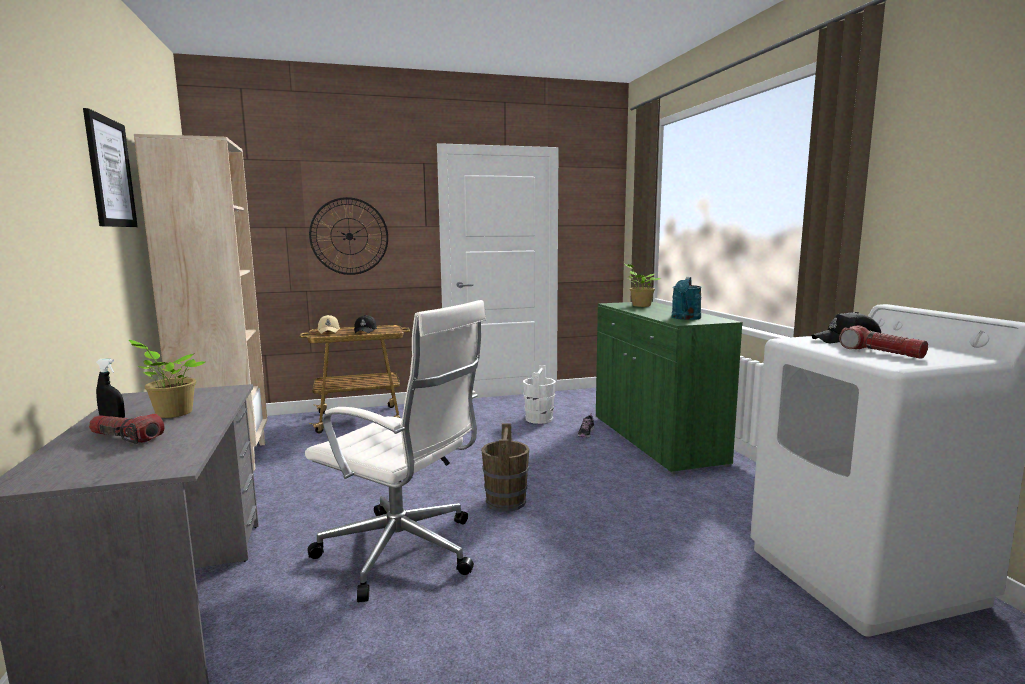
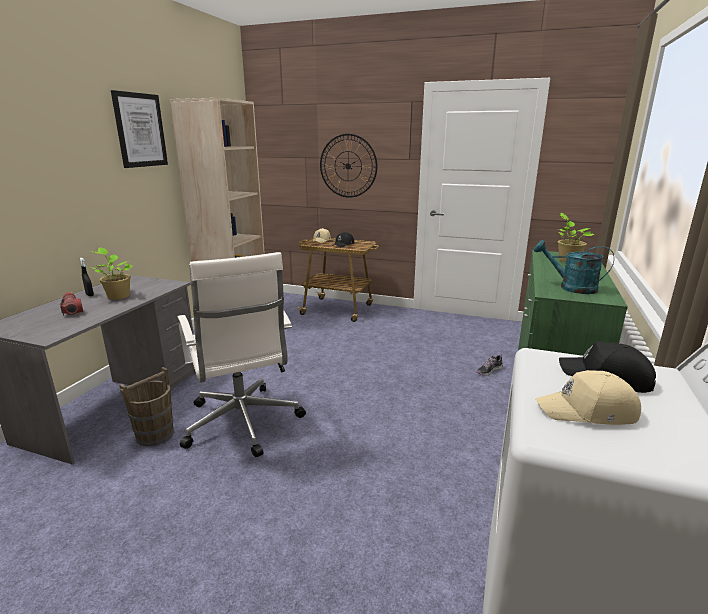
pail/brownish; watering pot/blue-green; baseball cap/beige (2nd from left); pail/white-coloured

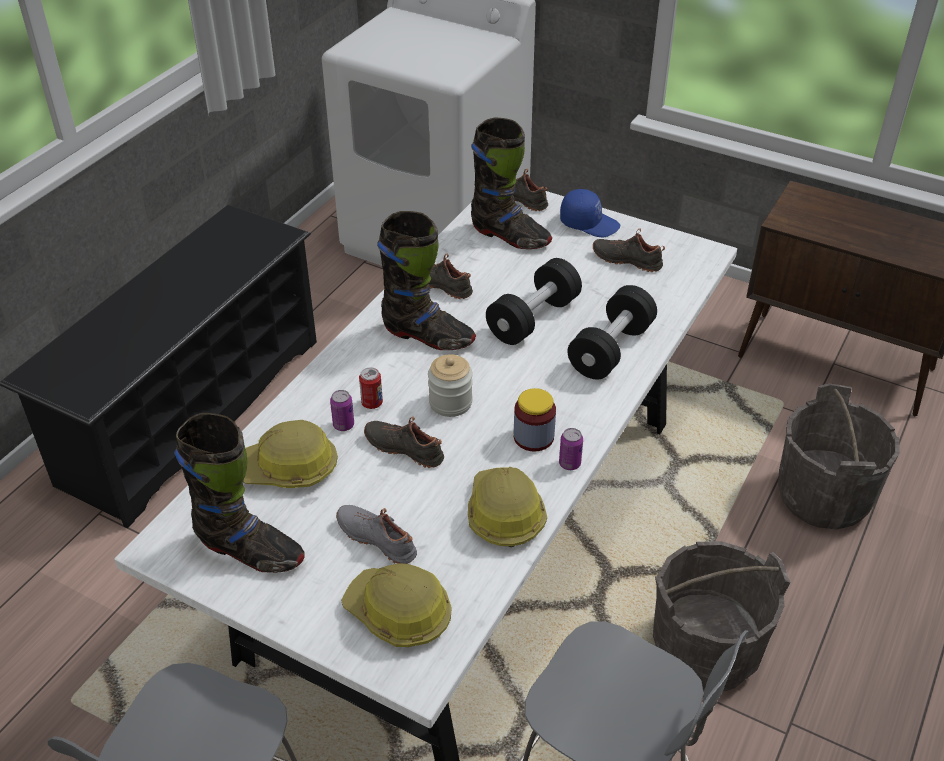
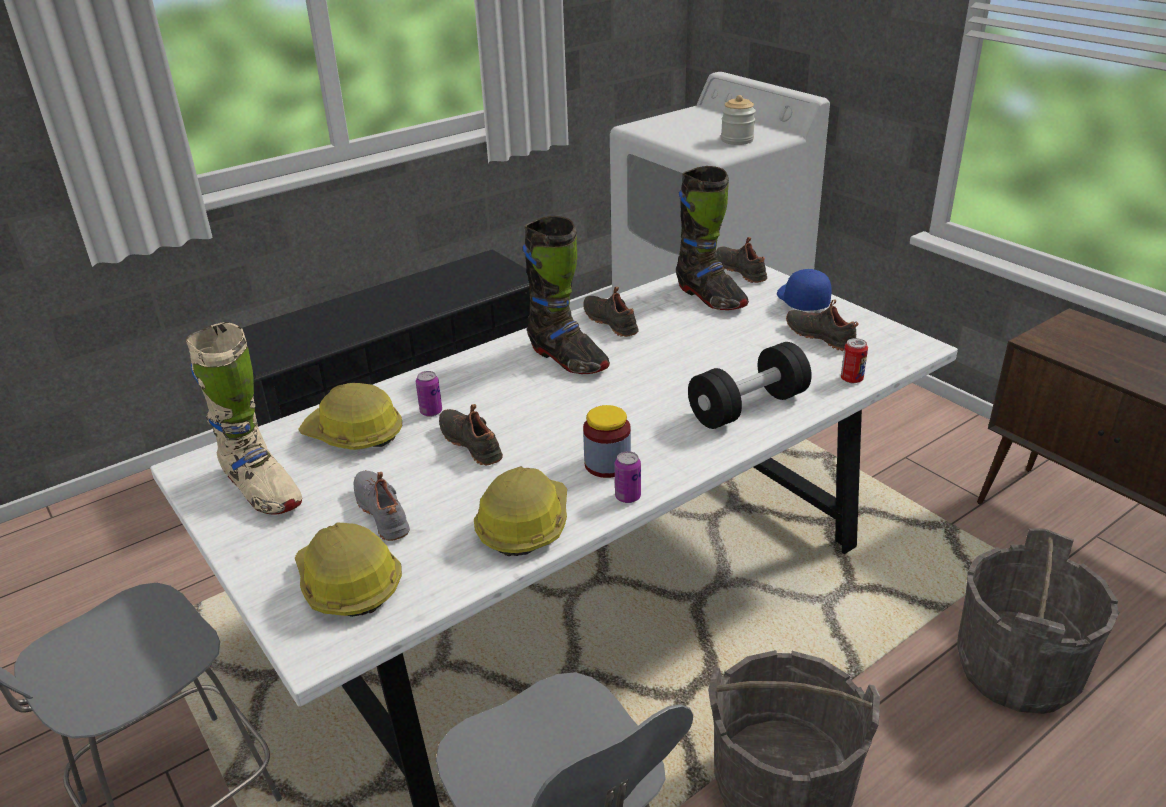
tall boot/beige; storage jar (2nd from left); baseball cap/blue-coloured; metal can (3rd from left); free weight/black-coloured (1st from left in the first image)

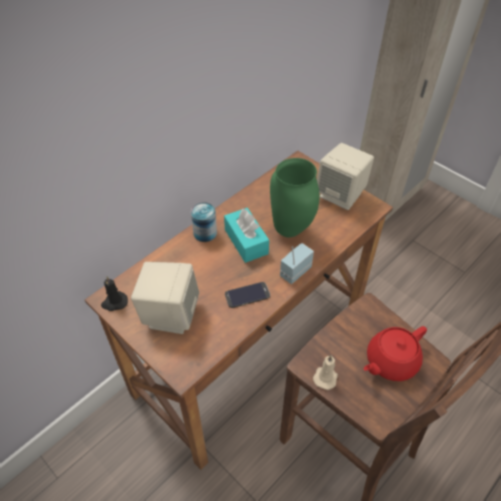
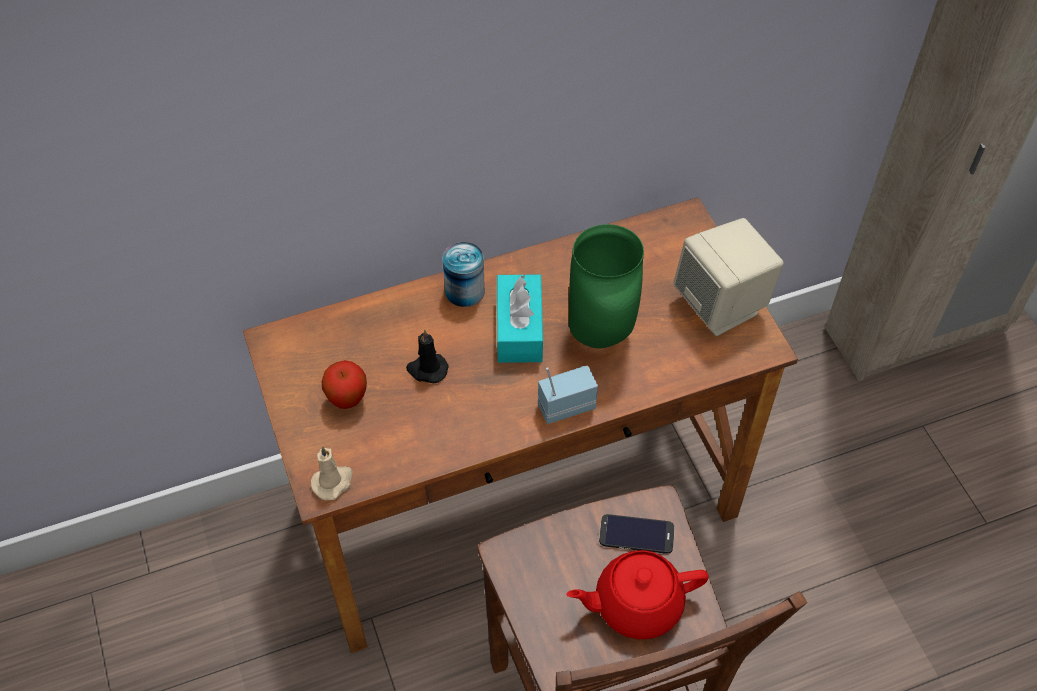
candle/beige; apple fruit; candle/black-coloured; handset

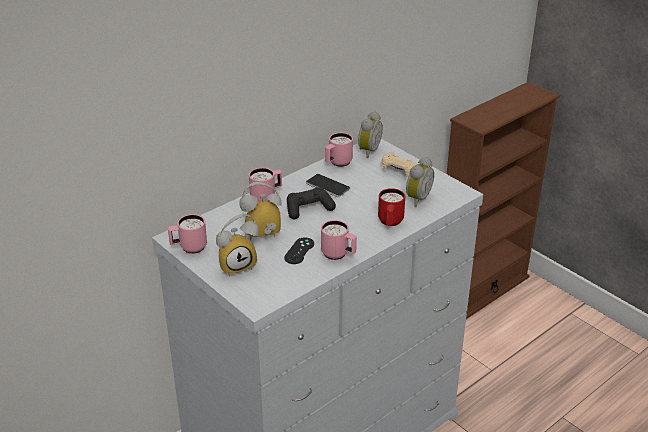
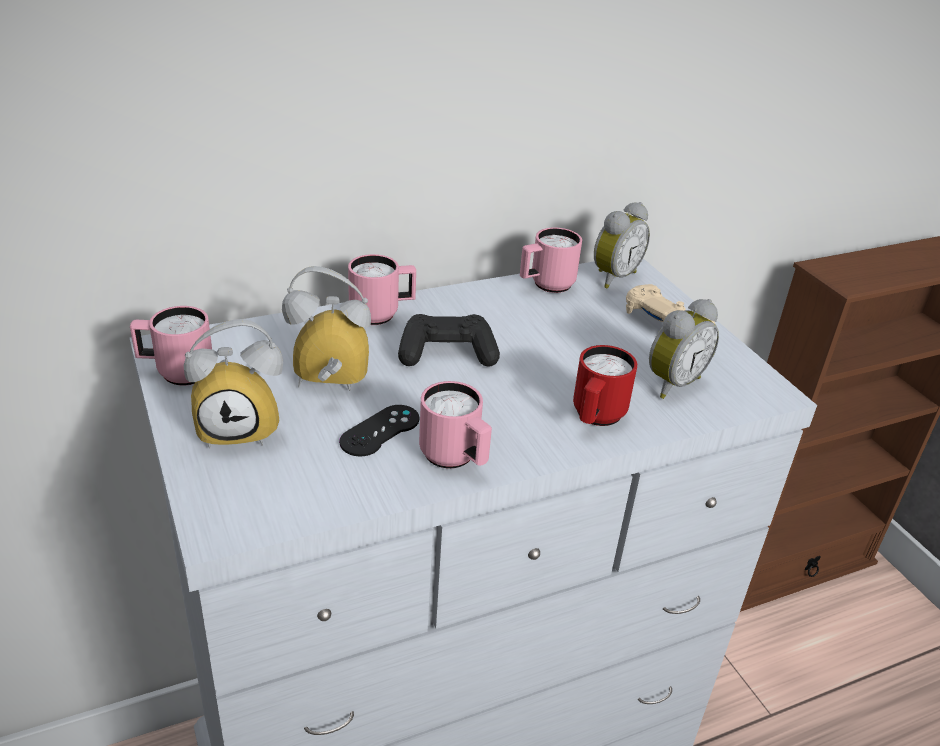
handset

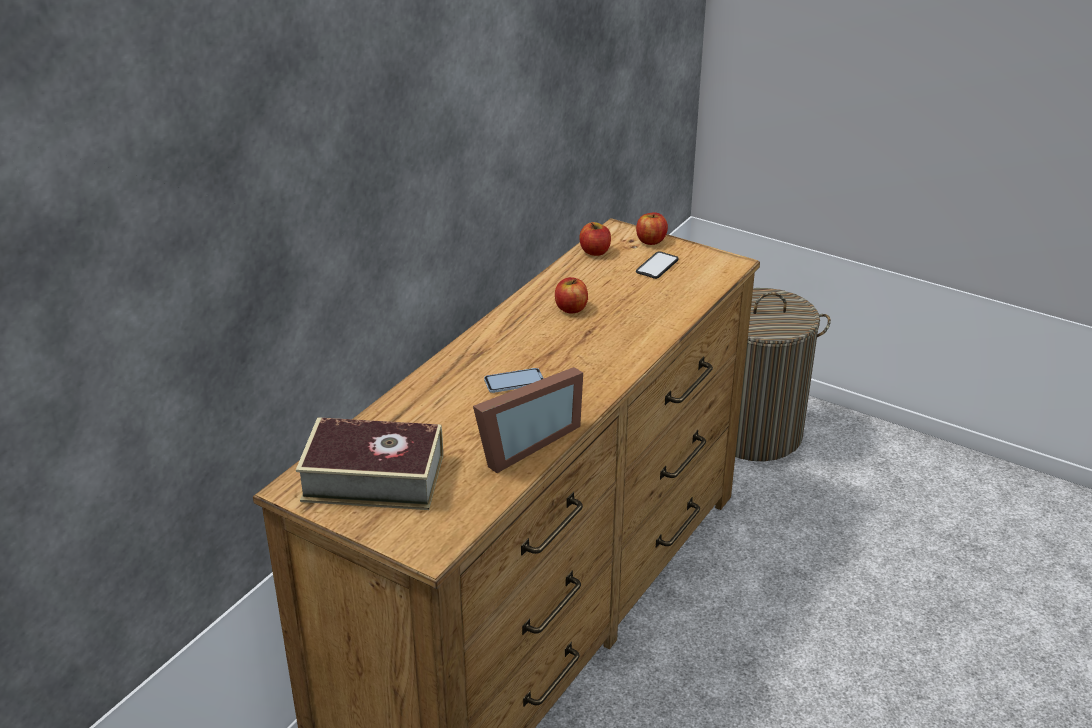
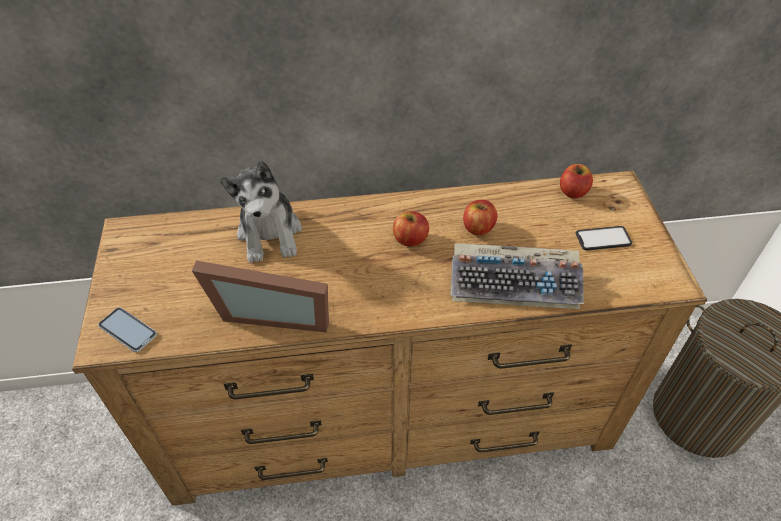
handset (1st from left); soft toy; apple fruit (1st from left); computer keyboard; bound book

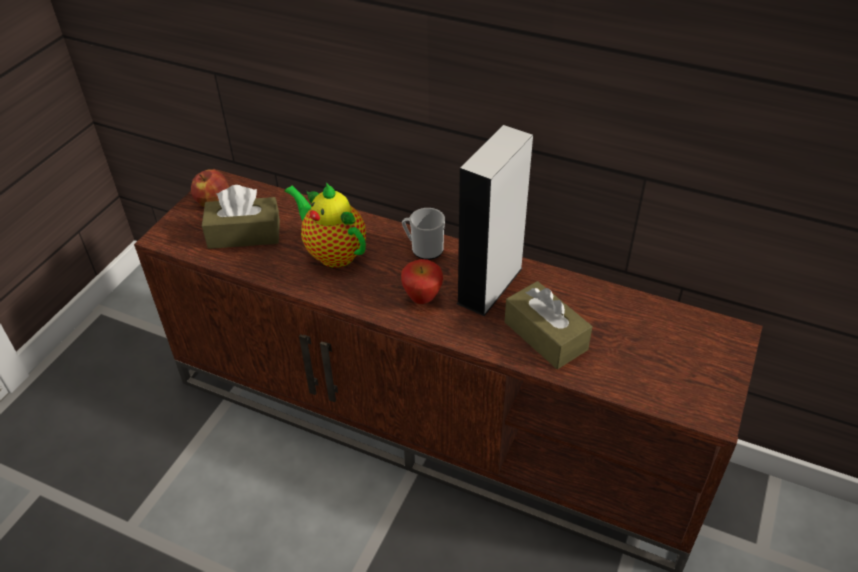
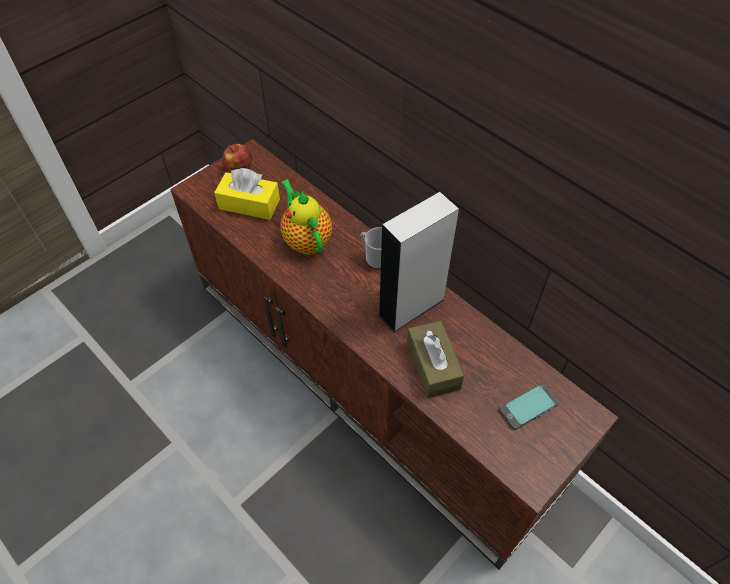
box of tissues/yellow; handset; apple fruit (2nd from left in the first image)

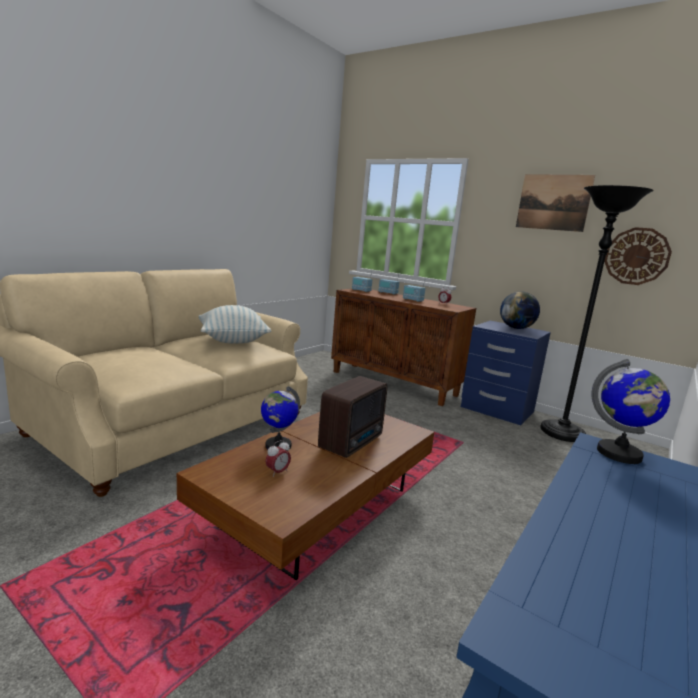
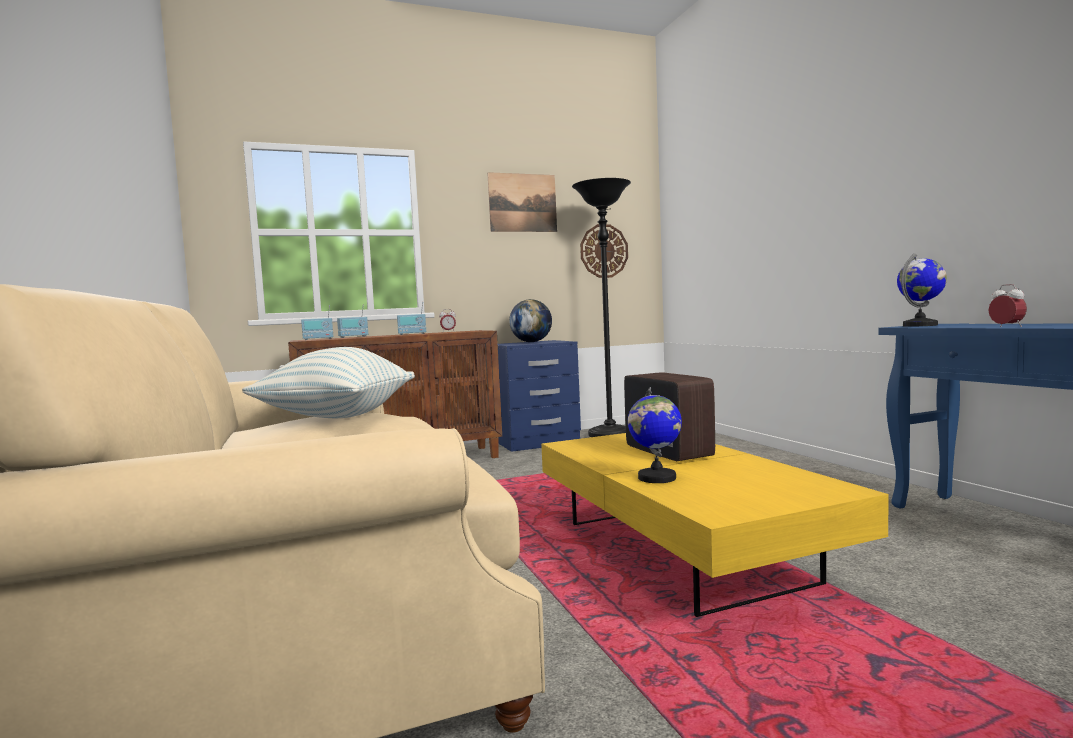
low table/yellow; bedside clock (2nd from left)

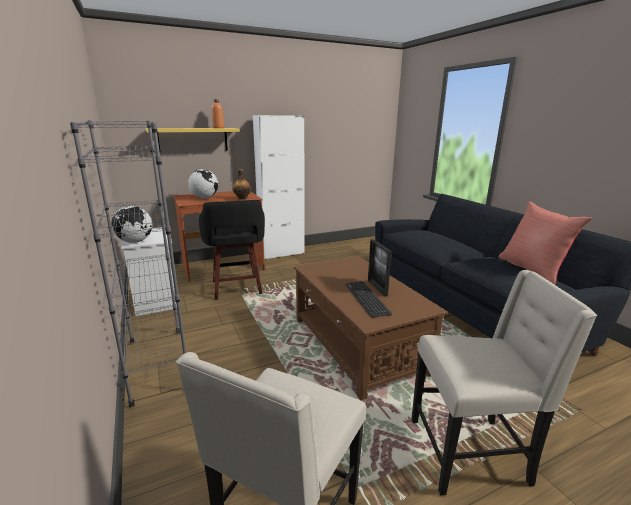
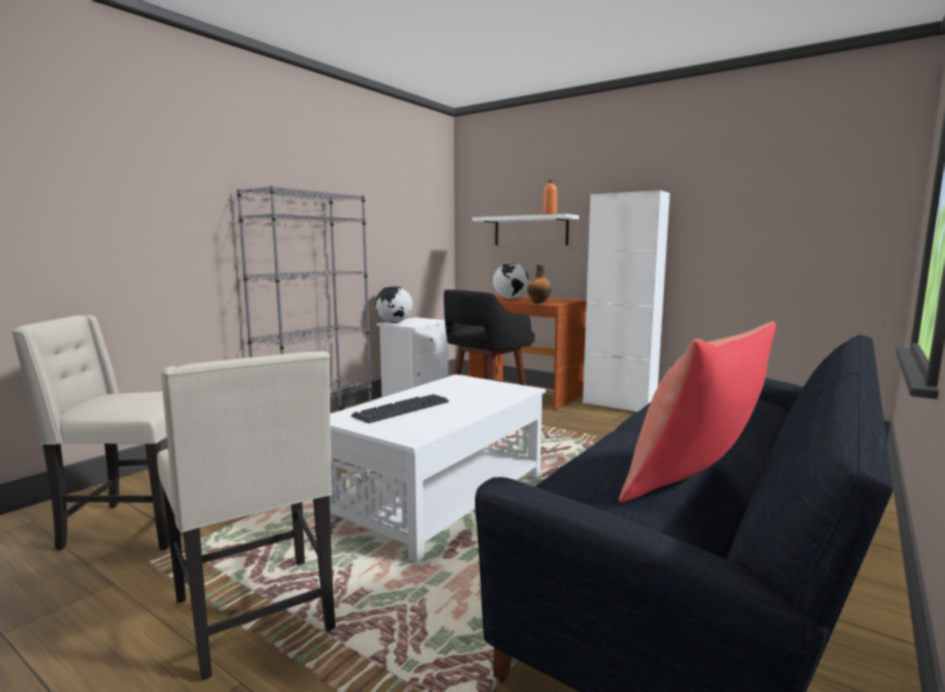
low table/white-coloured; bracket shelf/white-coloured; photo frame

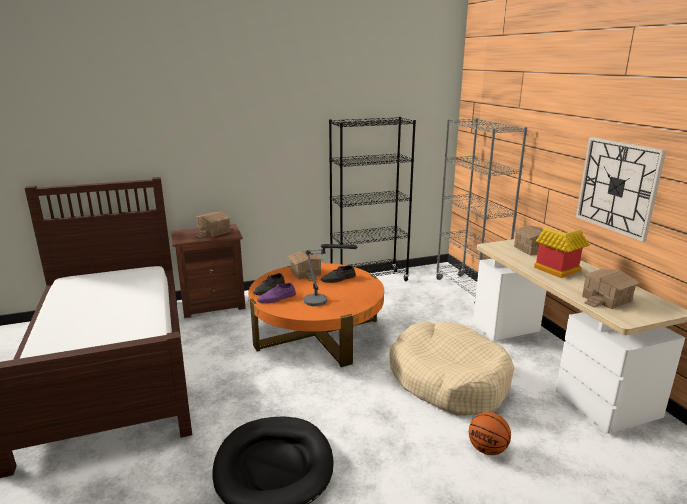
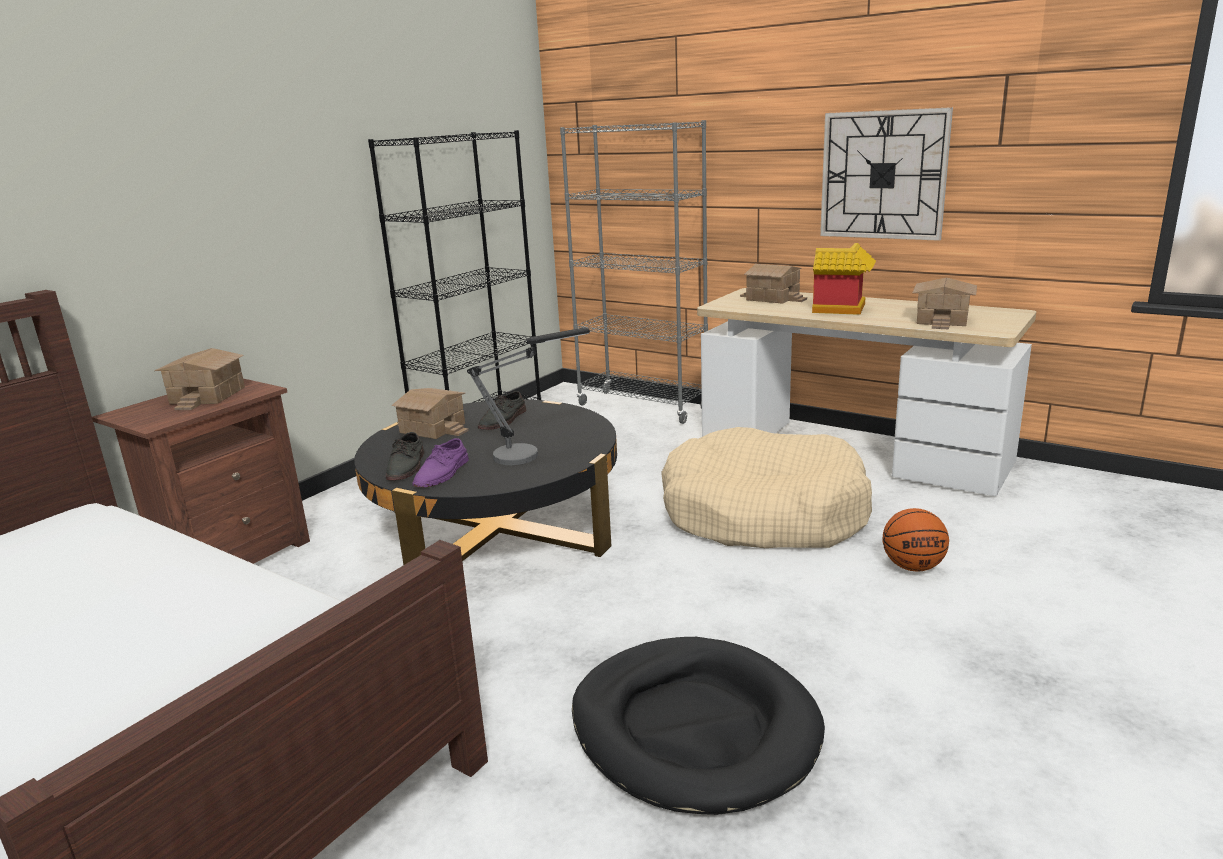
low table/black-coloured

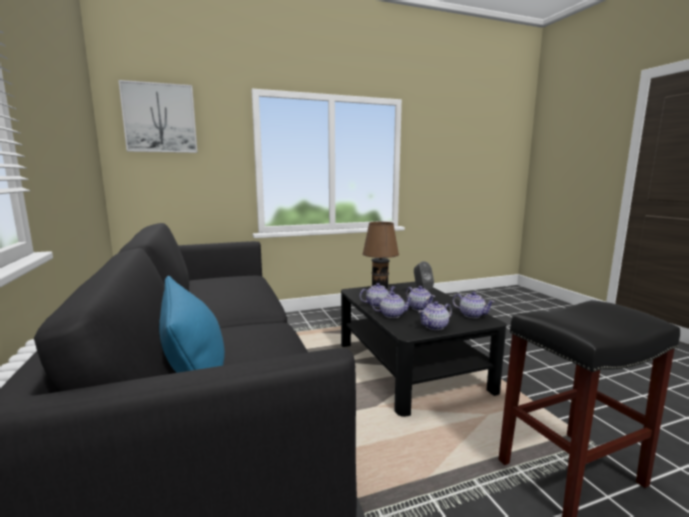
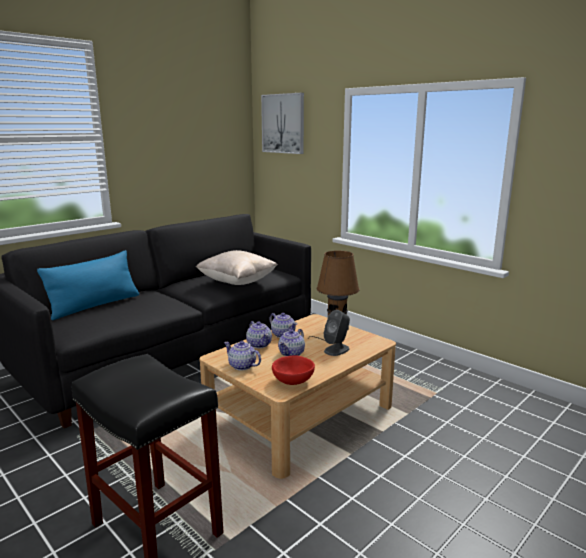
throw pillow/beige; low table/beige; deep dish/red

